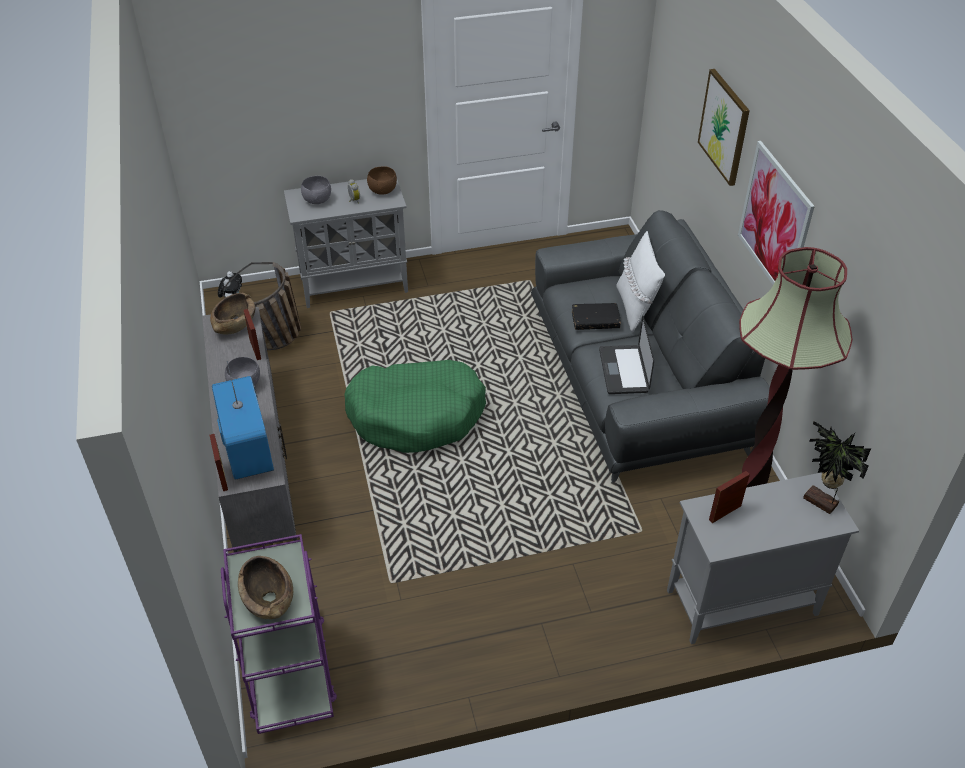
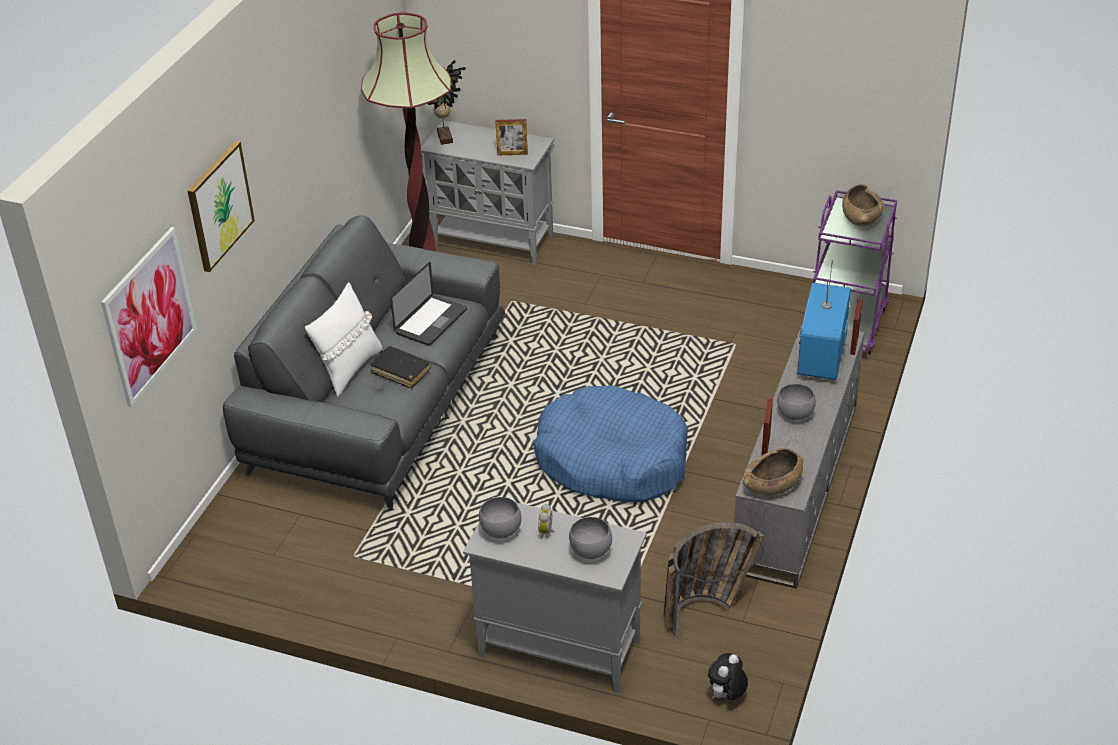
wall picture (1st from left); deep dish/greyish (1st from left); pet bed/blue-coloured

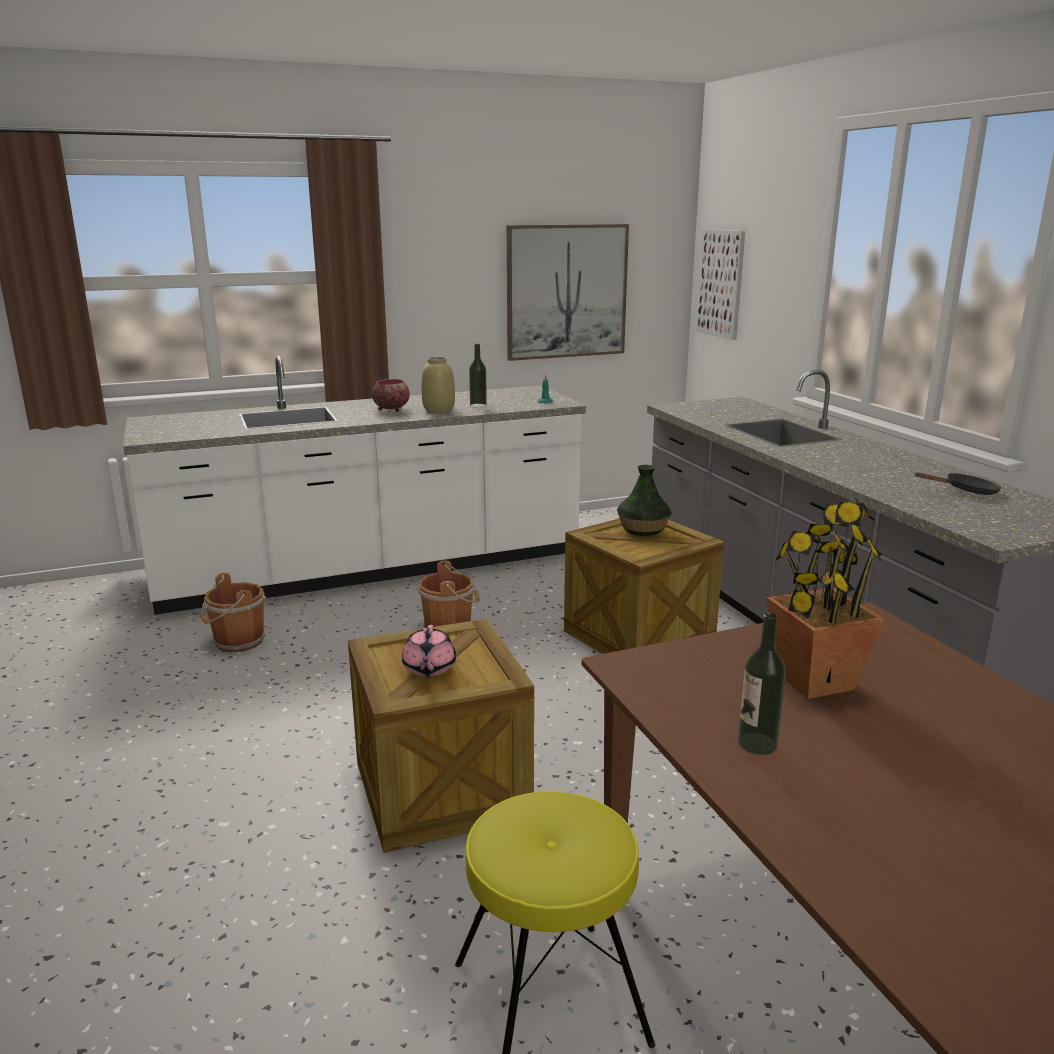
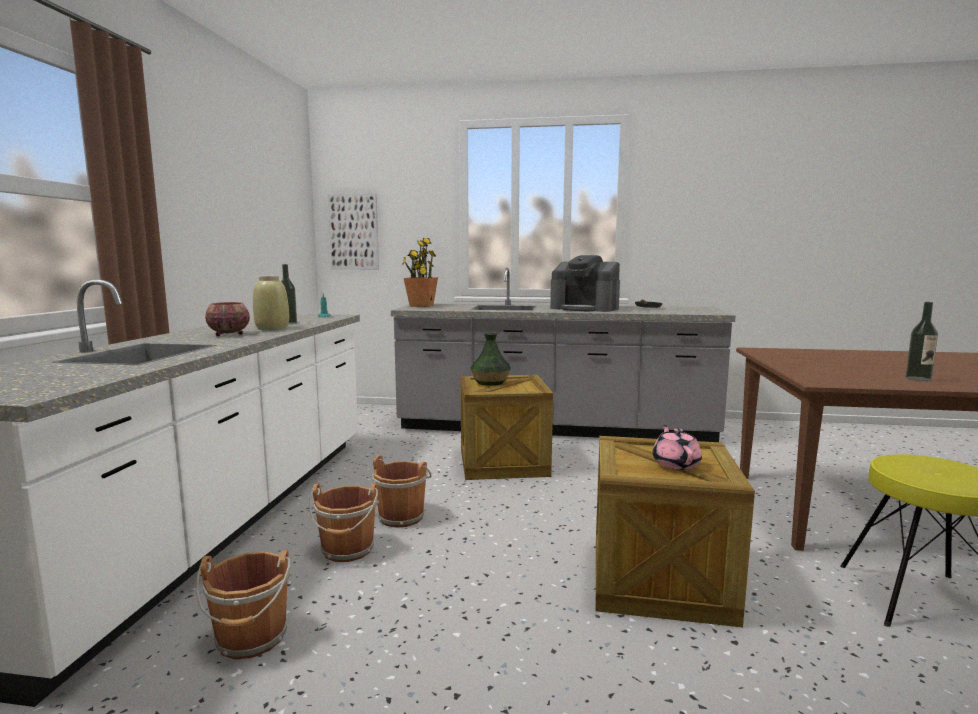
pail/brownish (2nd from left); plant in a pot; coffee maker; tea pot/pink-coloured; wall picture (1st from left in the first image)

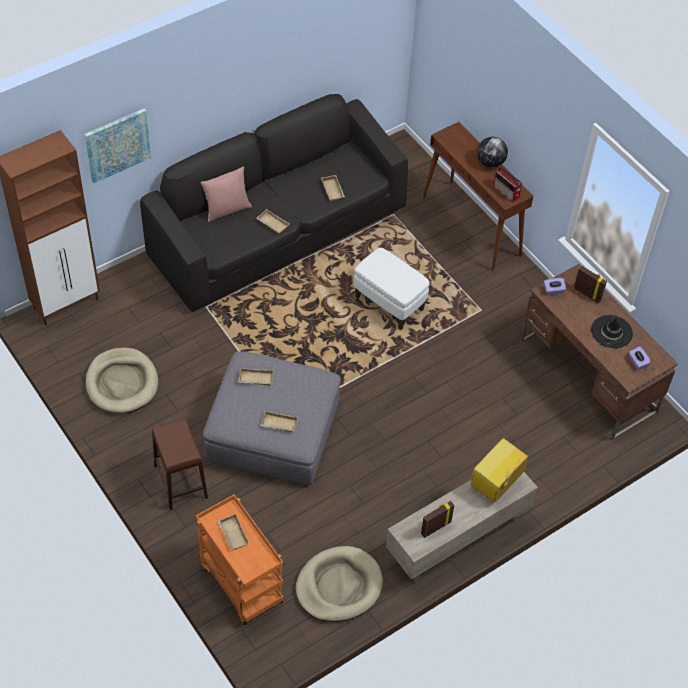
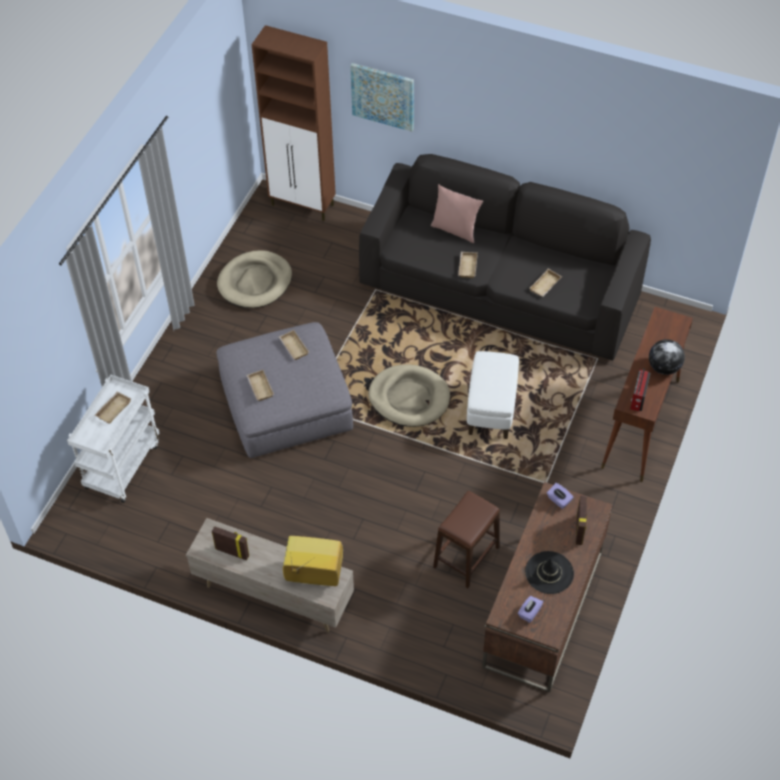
trolley/white-coloured; pet bed/beige (2nd from left); sitting stool/brownish

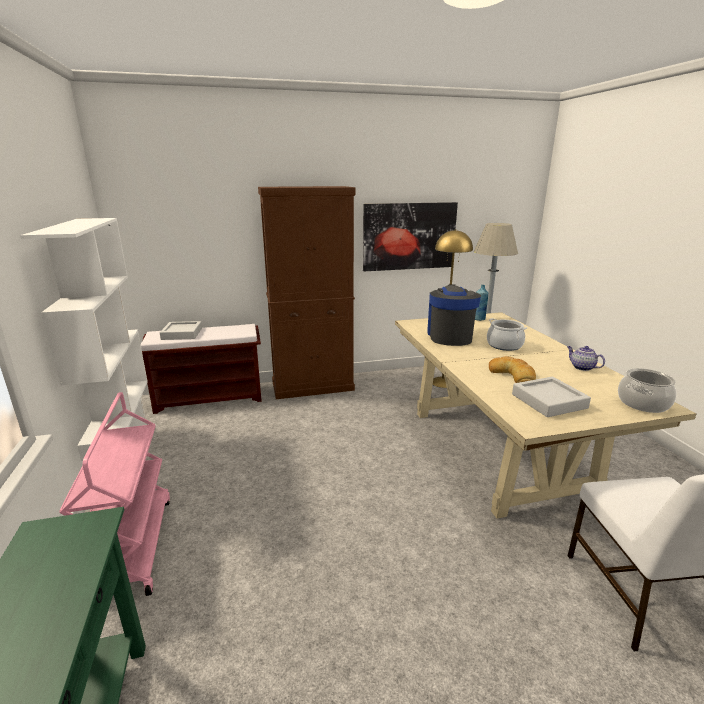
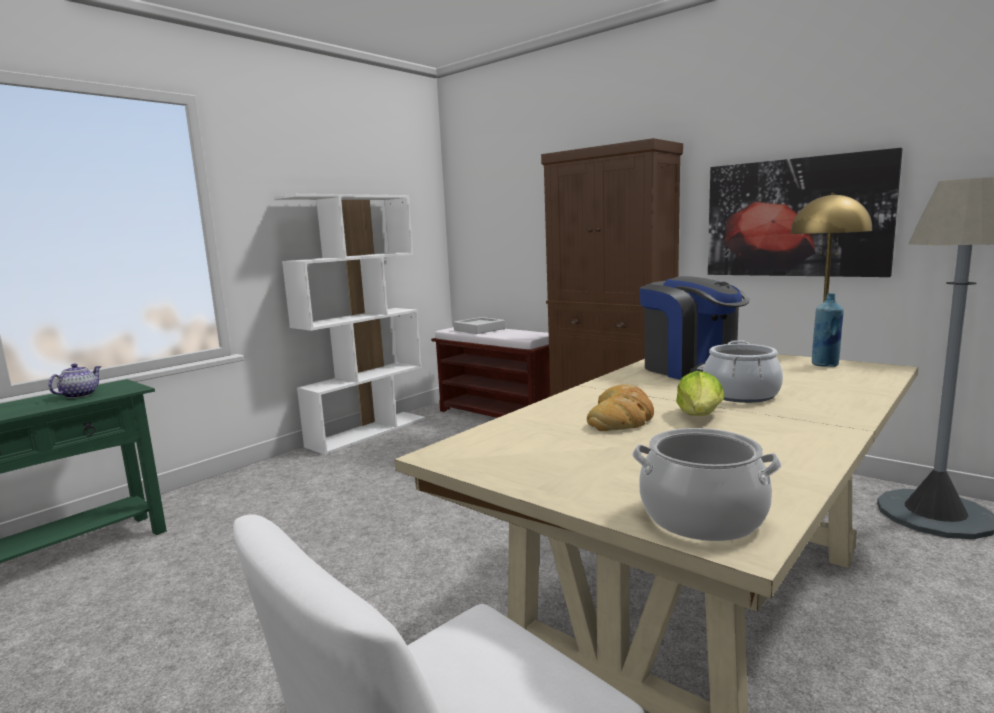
tea pot; coffee maker; lettuce; trolley/pink-coloured; serving tray/greyish (2nd from left in the first image)

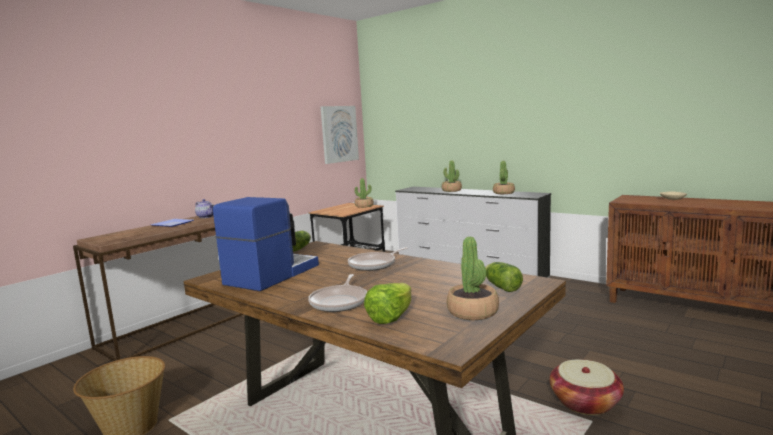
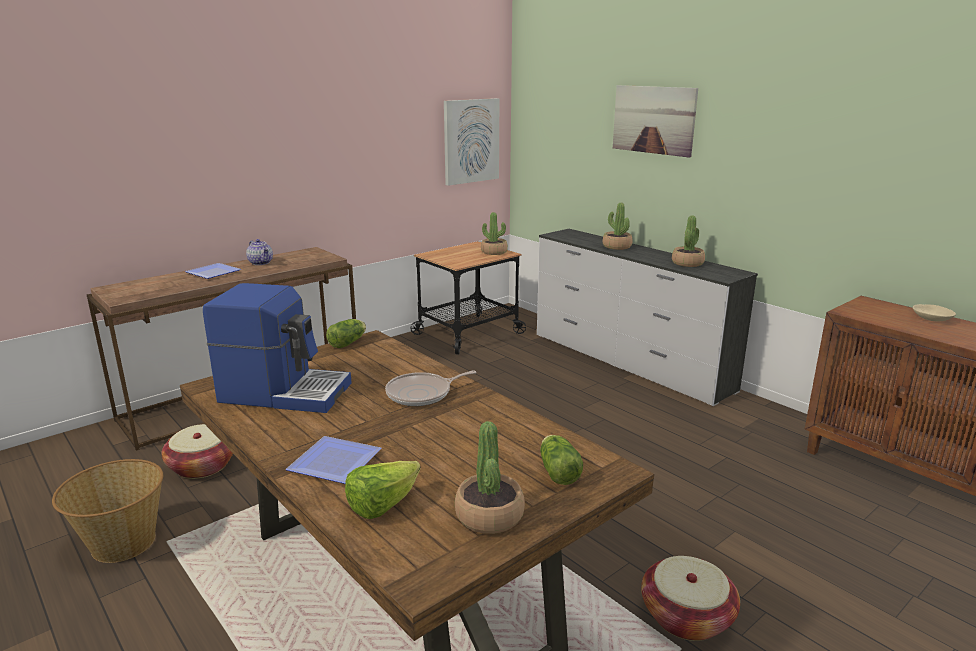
basket (2nd from left); coffee maker; flat dish (2nd from left); wall picture (2nd from left)

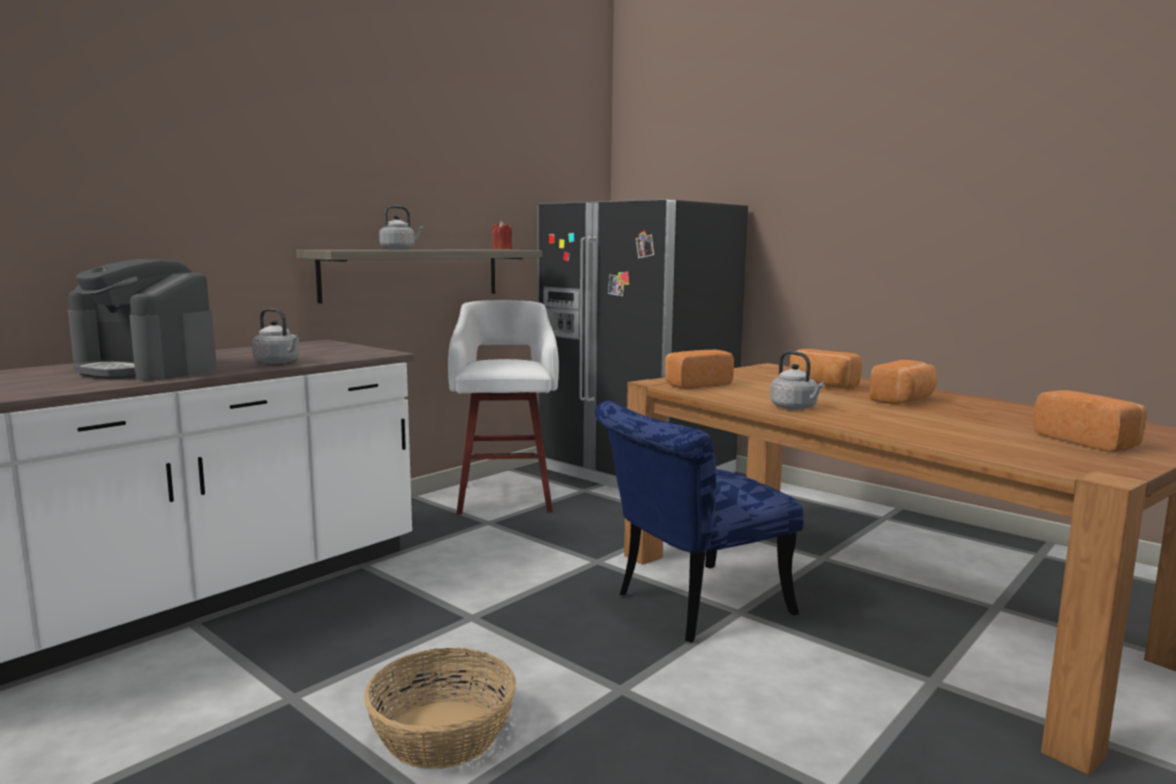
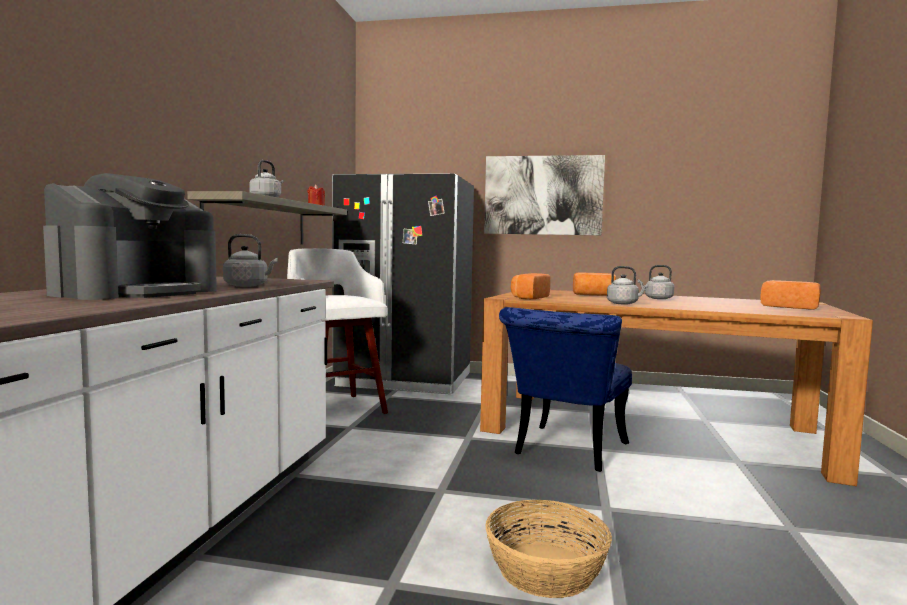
coffee maker; wall picture; tea kettle/greyish (4th from left)

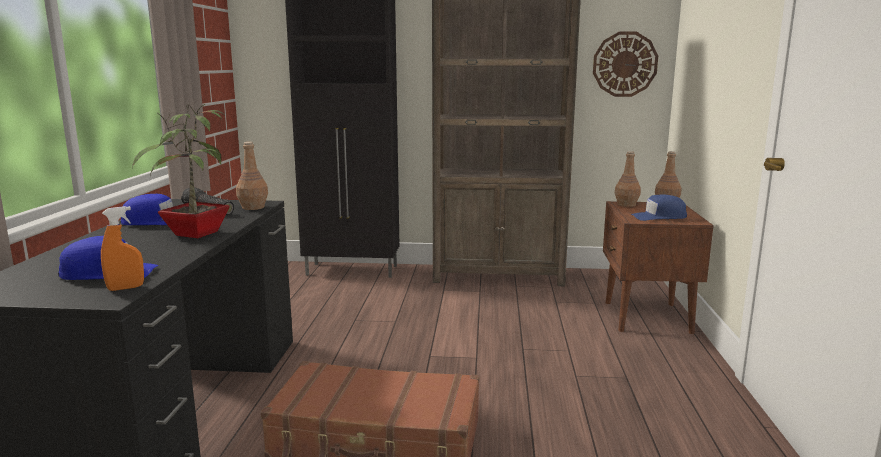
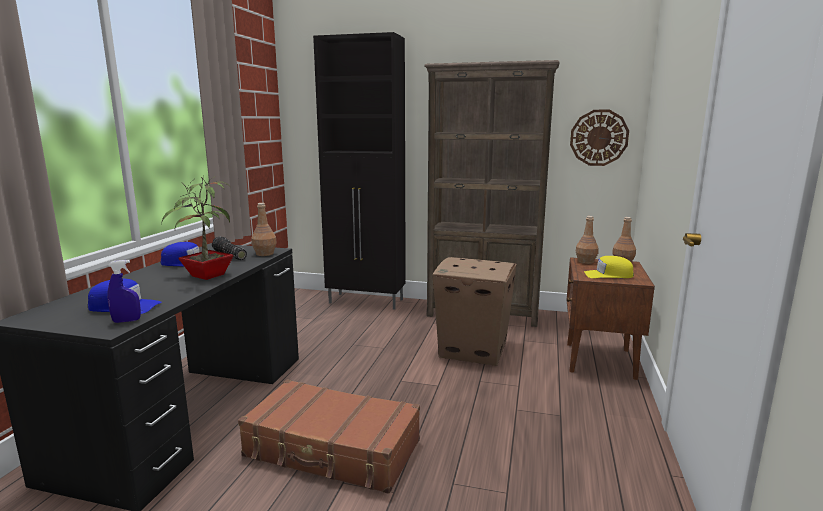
hand sprayer/blue-coloured; packing box; baseball cap/yellow

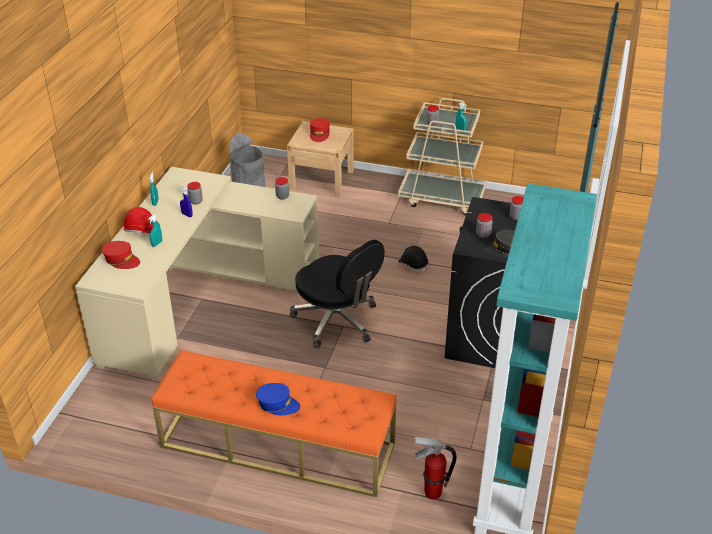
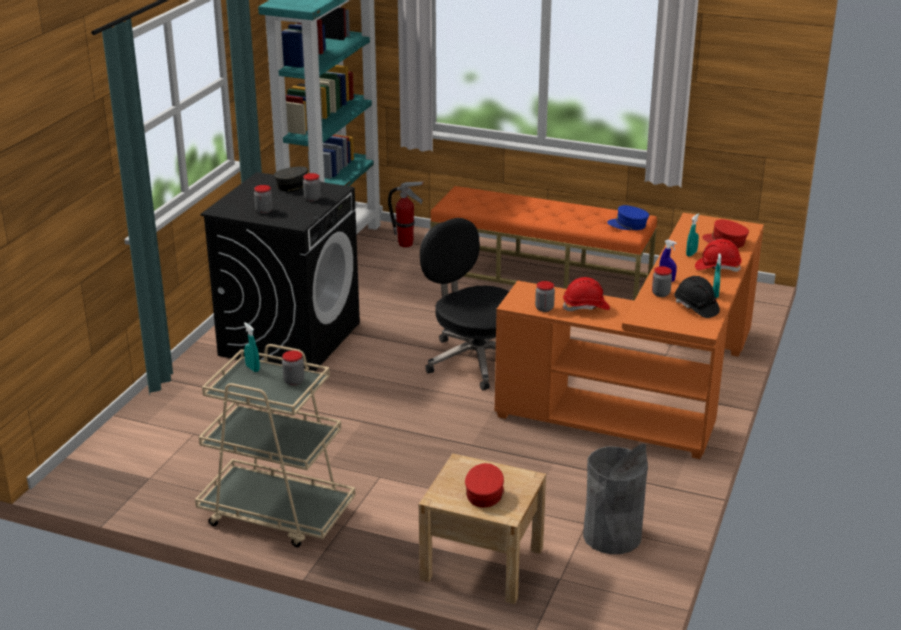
desk table/orange-coloured; safety helmet/red (1st from left); baseball cap/blue-coloured; safety helmet/black-coloured

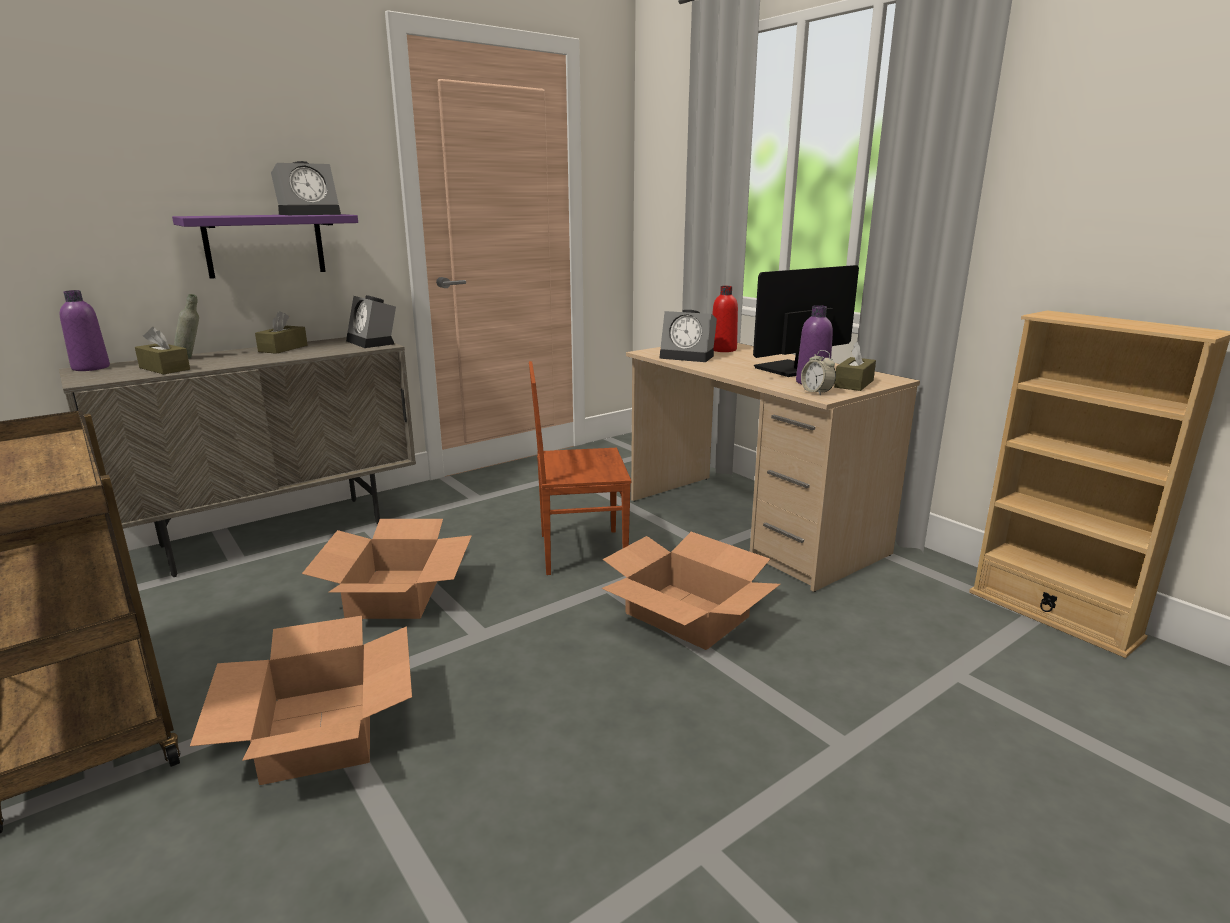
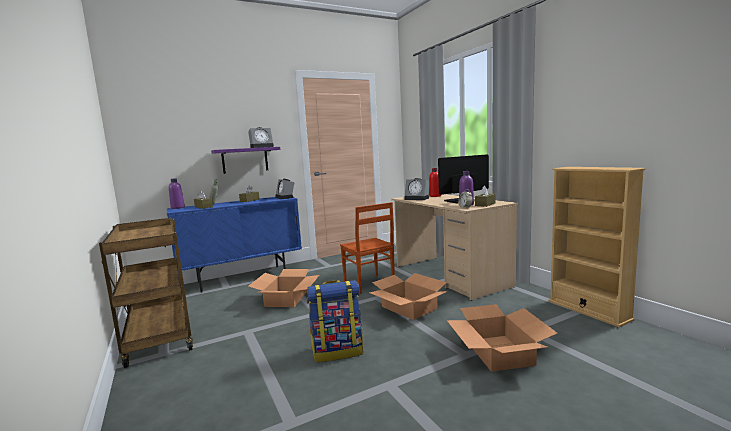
cabinet/blue-coloured; rucksack; plain chair/brownish; packing box (3rd from left)

